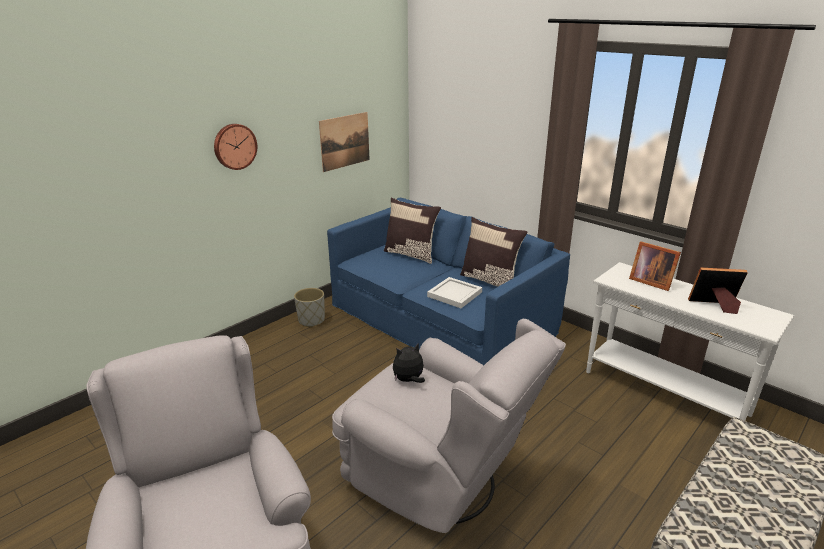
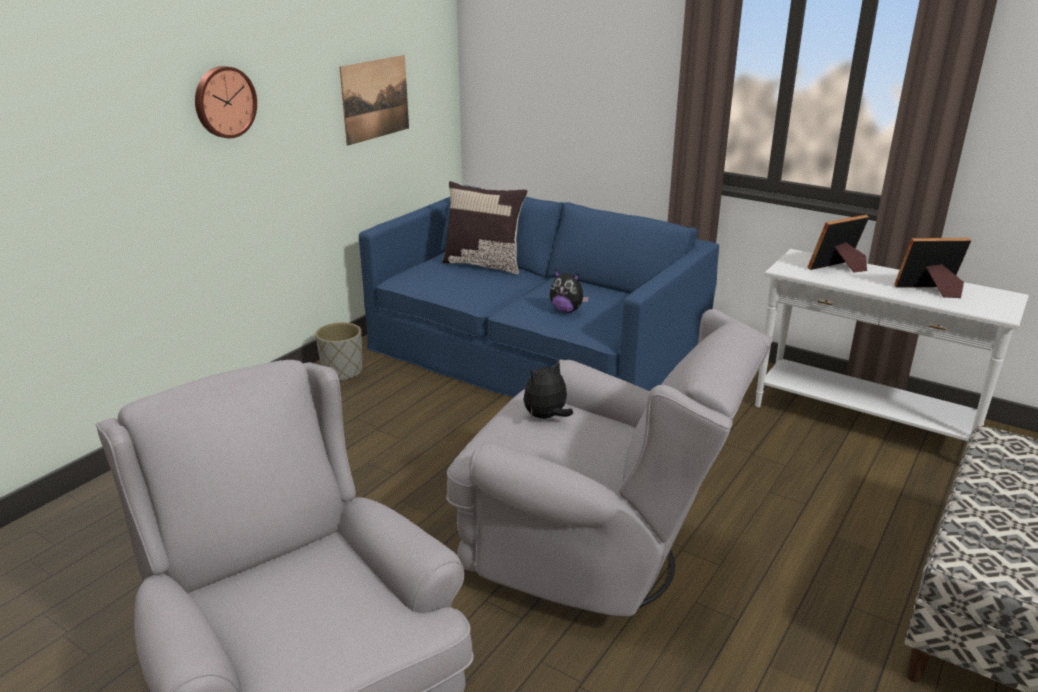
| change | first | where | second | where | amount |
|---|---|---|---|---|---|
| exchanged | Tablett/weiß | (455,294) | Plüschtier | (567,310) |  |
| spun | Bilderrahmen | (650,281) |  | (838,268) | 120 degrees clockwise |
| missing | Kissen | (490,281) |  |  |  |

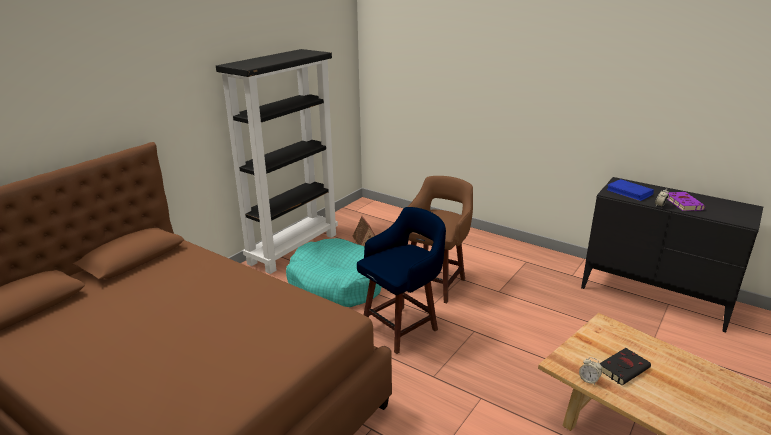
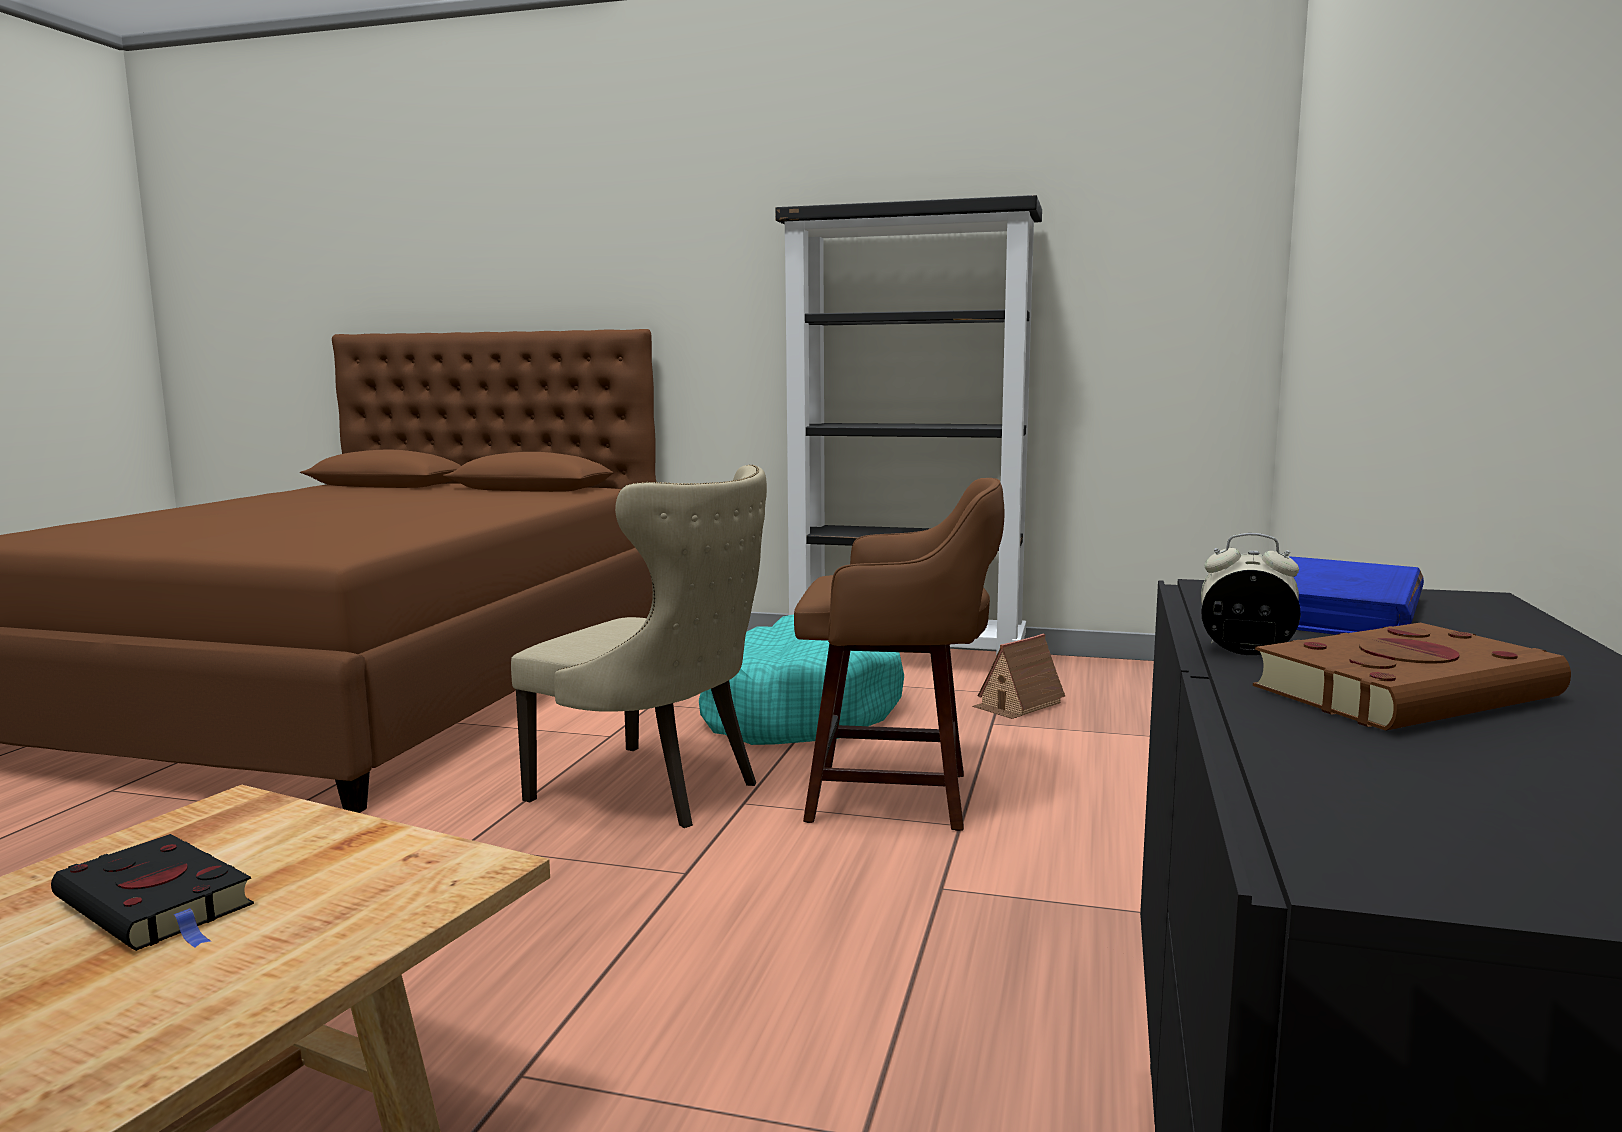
| change | first | where | second | where | amount |
|---|---|---|---|---|---|
| exchanged | Hocker/blau | (402,328) | Stuhl/beige | (656,789) |  |
| colour | Buch/lila | (682,203) | Buch/braun | (1410,692) |  |
| missing | Wecker | (588,380) |  |  |  |

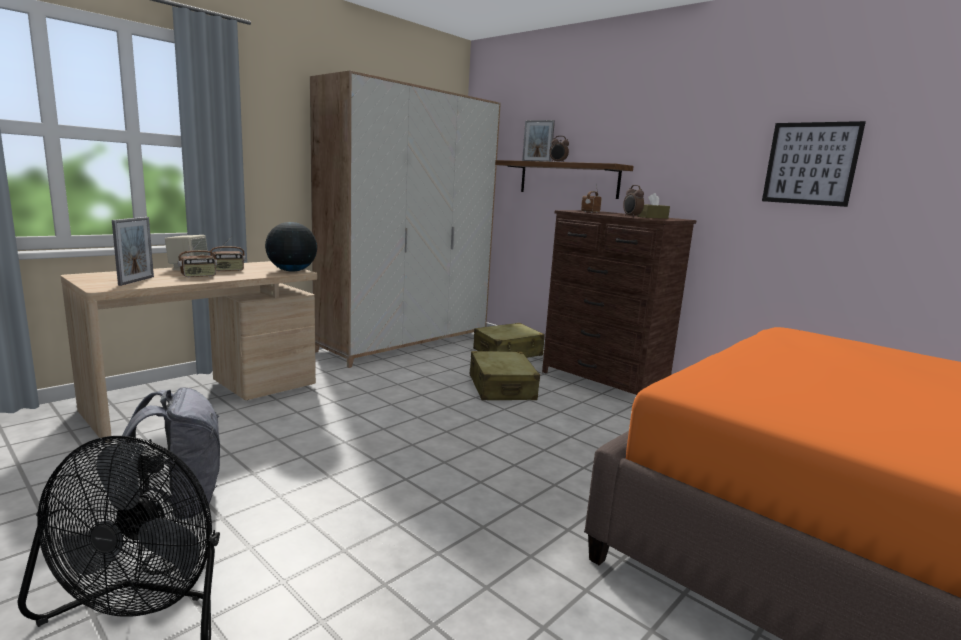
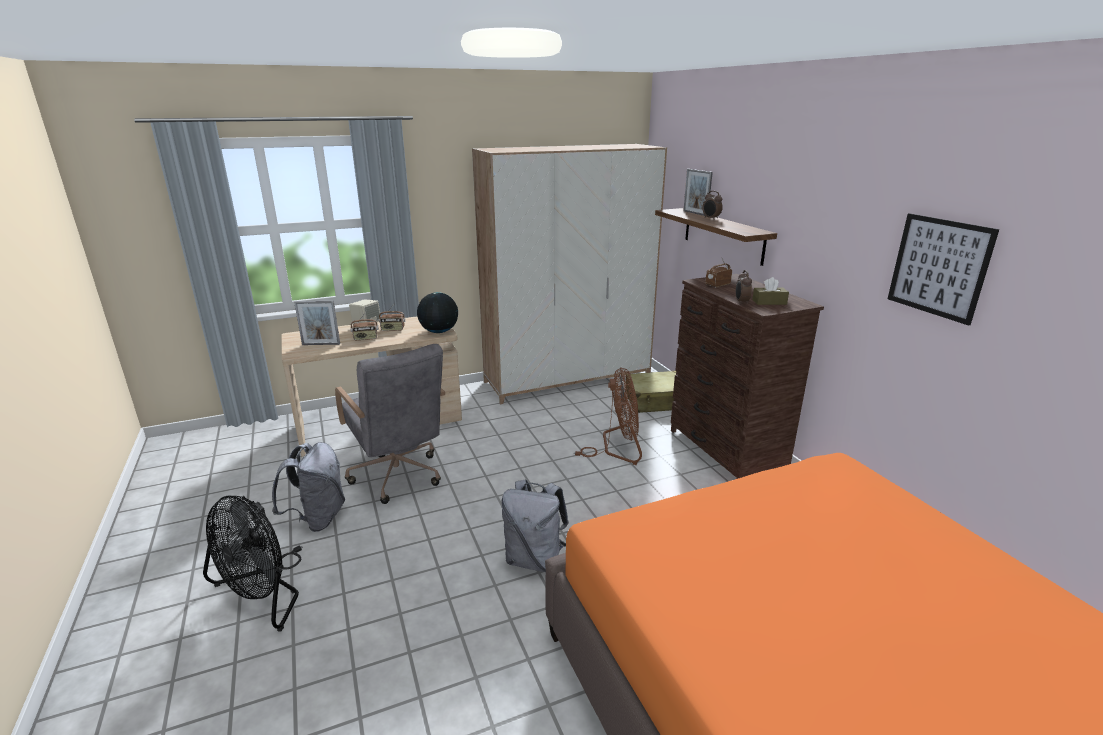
| change | first | where | second | where | amount |
|---|---|---|---|---|---|
| spun | Bilderrahmen | (136,281) |  | (321,344) | 60 degrees clockwise |
| appeared |  |  | Bürostuhl/grau | (399,479) |  |
| appeared |  |  | Rucksack/grau | (535,559) |  |
| exchanged | Koffer/beige | (502,388) | Ventilator/braun | (616,445) |  |

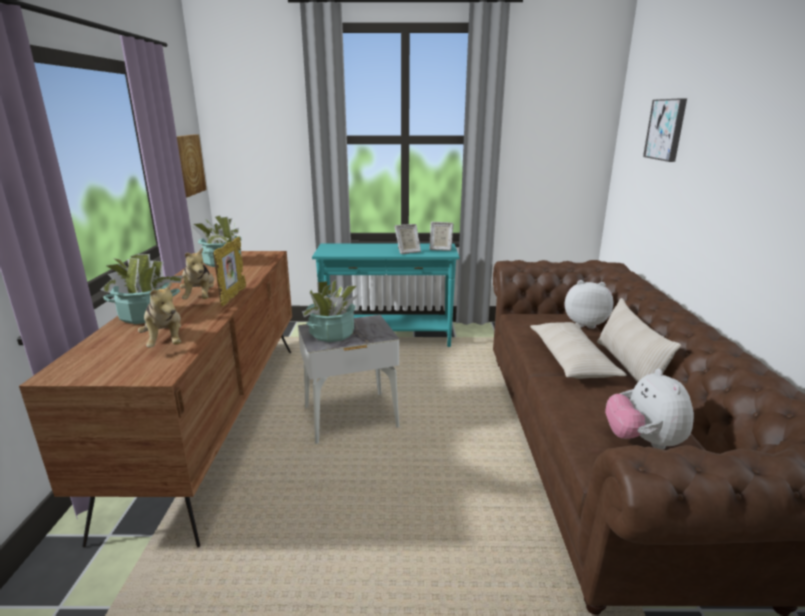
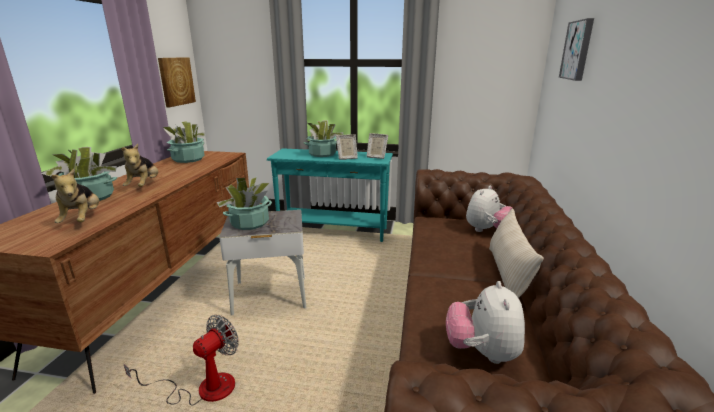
| change | first | where | second | where | amount |
|---|---|---|---|---|---|
| appeared |  |  | Ventilator | (203,388) |  |
| appeared |  |  | Topfpflanze | (322,154) |  |
| spun | Plüschtier | (585,324) |  | (486,230) | 105 degrees clockwise |
| missing | Bilderrahmen | (233,297) |  |  |  |
| missing | Kissen/beige | (571,360) |  |  |  |

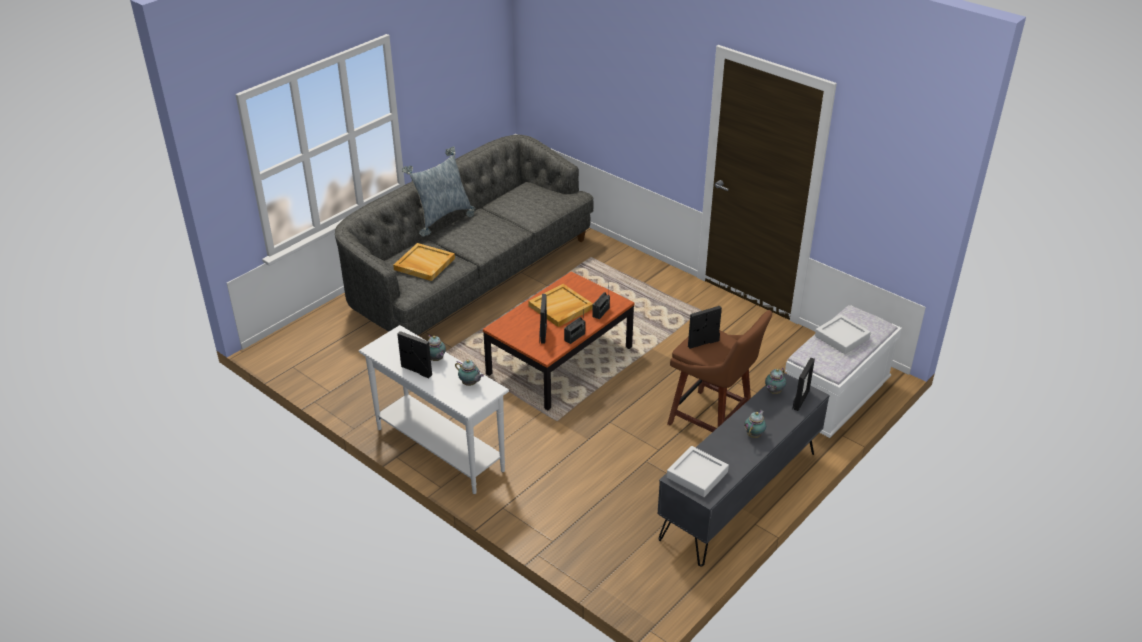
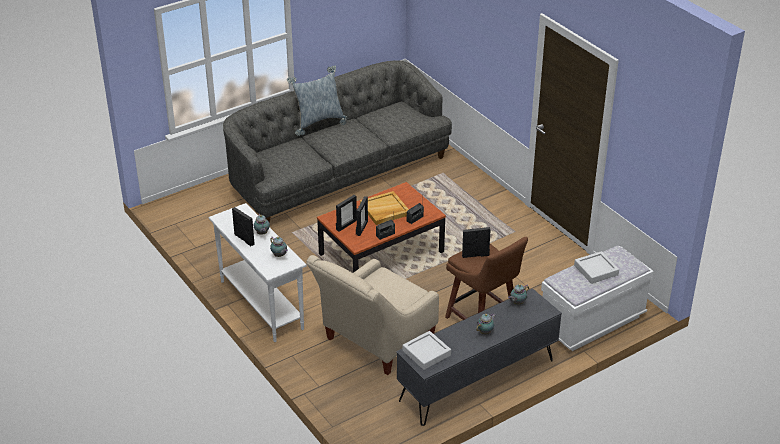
| change | first | where | second | where | amount |
|---|---|---|---|---|---|
| appeared |  |  | Sessel/beige | (374,342) |  |
| relocated | Bilderrahmen | (800,400) |  | (346,225) |  |
| missing | Tablett/beige | (424,264) |  |  |  |

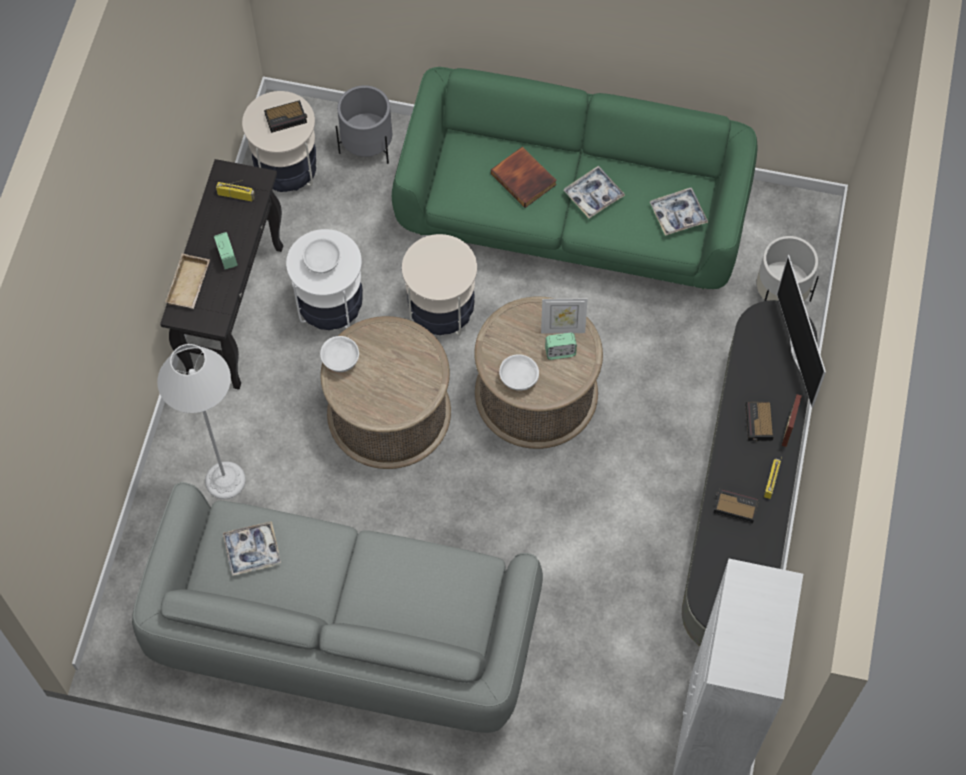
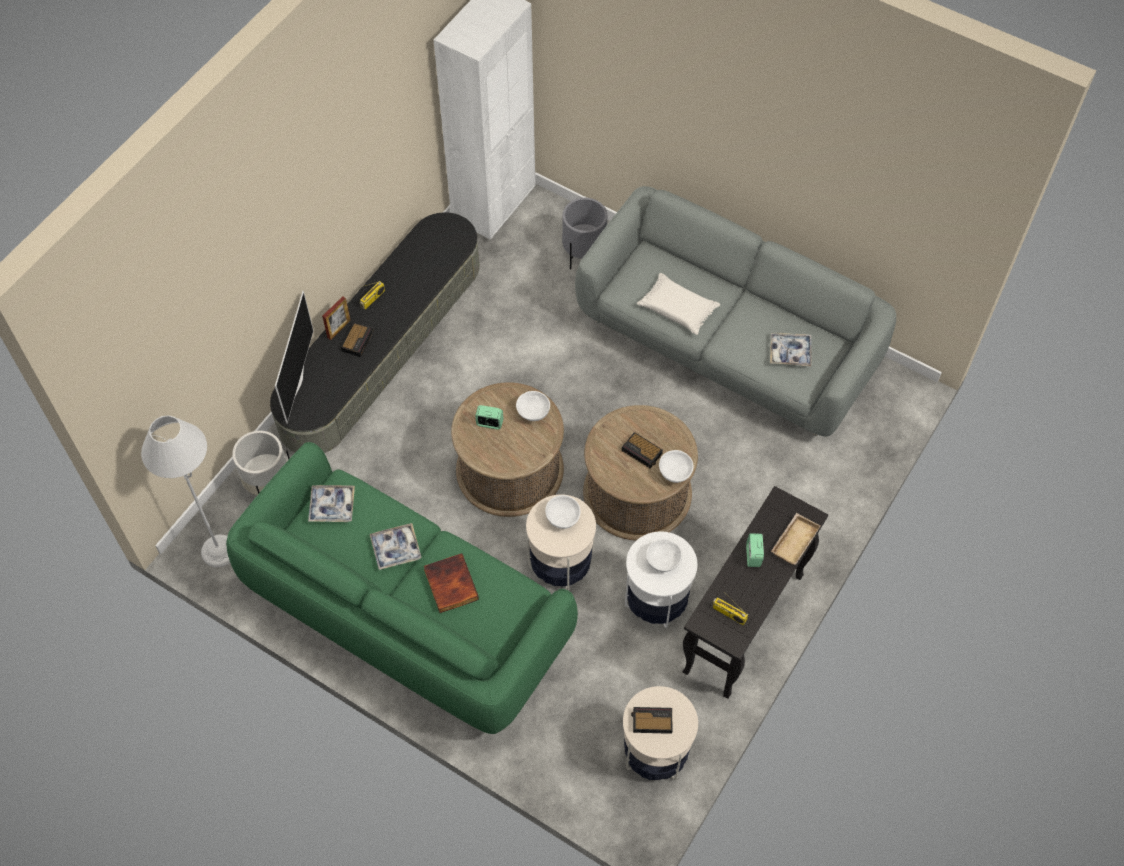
| change | first | where | second | where | amount |
|---|---|---|---|---|---|
| relocated | Stehlampe/grau | (225,480) |  | (219,551) |  |
| appeared |  |  | Schüssel/weiß | (563,518) |  |
| relocated | Pflanzkübel/grau | (367,146) |  | (584,252) |  |
| relocated | Wecker | (734,506) |  | (642,452) |  |
| appeared |  |  | Kissen/weiß | (677,307) |  |
| missing | Bilderrahmen | (562,329) |  |  |  |

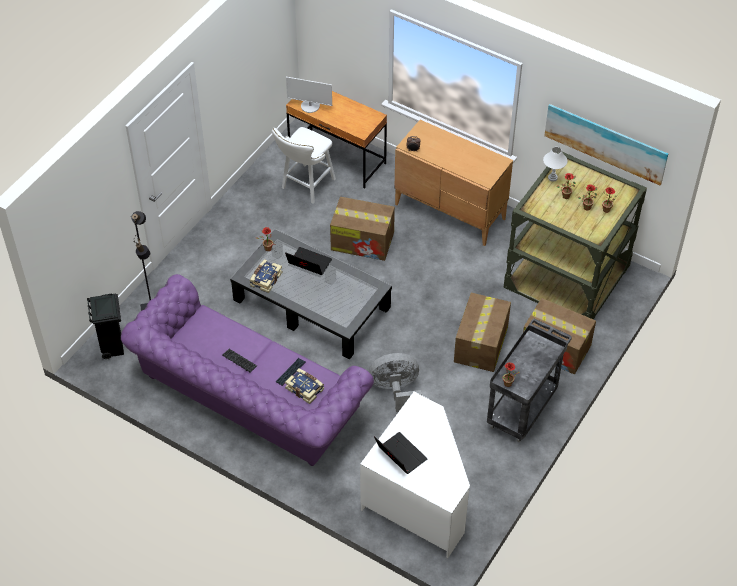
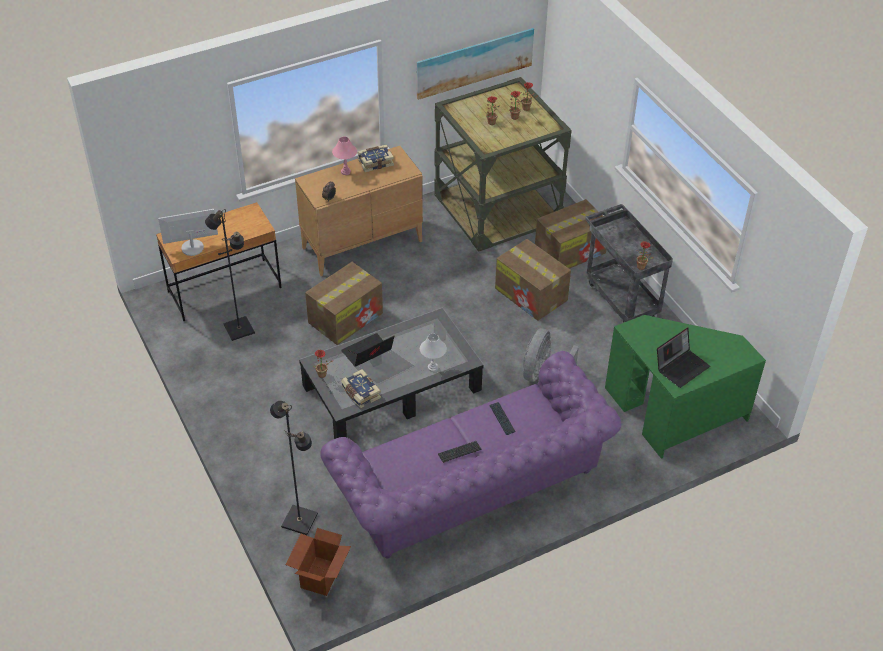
| change | first | where | second | where | amount |
|---|---|---|---|---|---|
| spun | Monitor | (310,106) |  | (192,247) | 150 degrees counterclockwise |
| exchanged | Hocker/weiß | (304,187) | Stehlampe/schwarz | (239,329) |  |
| exchanged | Mülleimer/schwarz | (112,347) | Karton | (320,576) |  |
| appeared |  |  | Tischlampe/rosa | (345,172) |  |
| relocated | Buch | (305,388) |  | (375,162) |  |
| relocated | Tischlampe/weiß | (552,178) |  | (432,367) |  |
| colour | Schreibtisch/weiß | (418,500) | Schreibtisch/grün | (674,412) |  |
| spun | Laptop | (399,455) |  | (681,367) | 150 degrees clockwise |

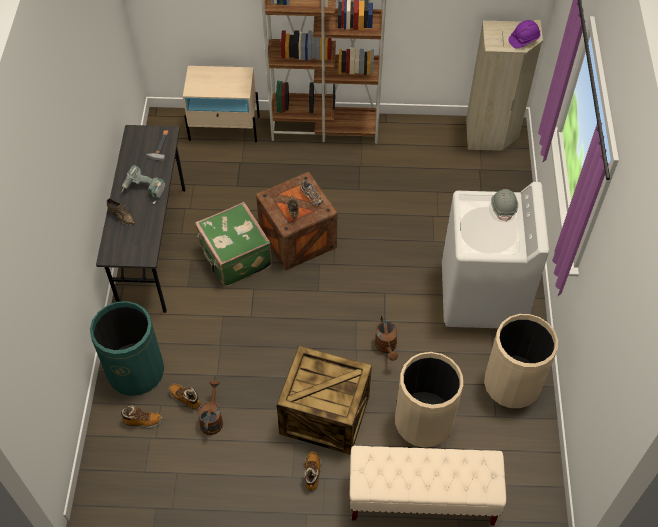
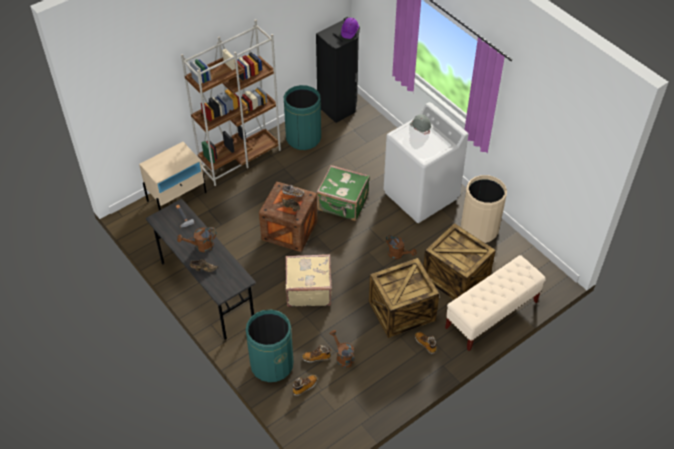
| change | first | where | second | where | amount |
|---|---|---|---|---|---|
| exchanged | Bohrmaschine | (144,190) | Gießkanne/braun | (201,246) |  |
| appeared |  |  | Mülleimer/grün | (303,138) |  |
| appeared |  |  | Koffer/beige | (308,289) |  |
| colour | Schrank/beige | (492,133) | Schrank/schwarz | (340,106) |  |
| relocated | Koffer/grün | (235,258) |  | (343,204) |  |
| exchanged | Mülleimer/beige | (423,421) | Kiste | (455,278) |  |

